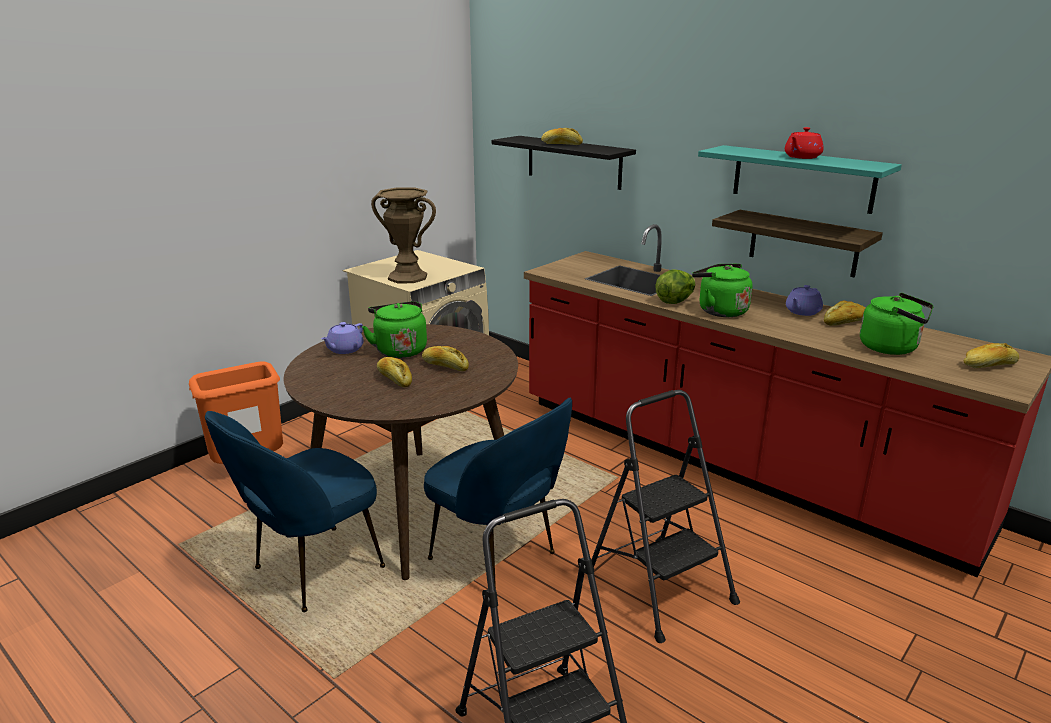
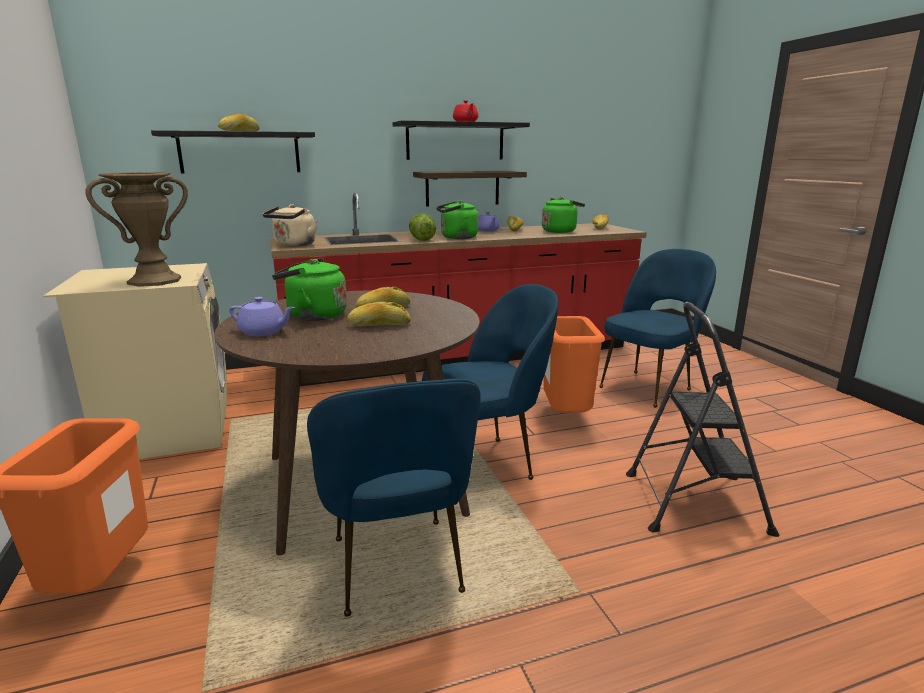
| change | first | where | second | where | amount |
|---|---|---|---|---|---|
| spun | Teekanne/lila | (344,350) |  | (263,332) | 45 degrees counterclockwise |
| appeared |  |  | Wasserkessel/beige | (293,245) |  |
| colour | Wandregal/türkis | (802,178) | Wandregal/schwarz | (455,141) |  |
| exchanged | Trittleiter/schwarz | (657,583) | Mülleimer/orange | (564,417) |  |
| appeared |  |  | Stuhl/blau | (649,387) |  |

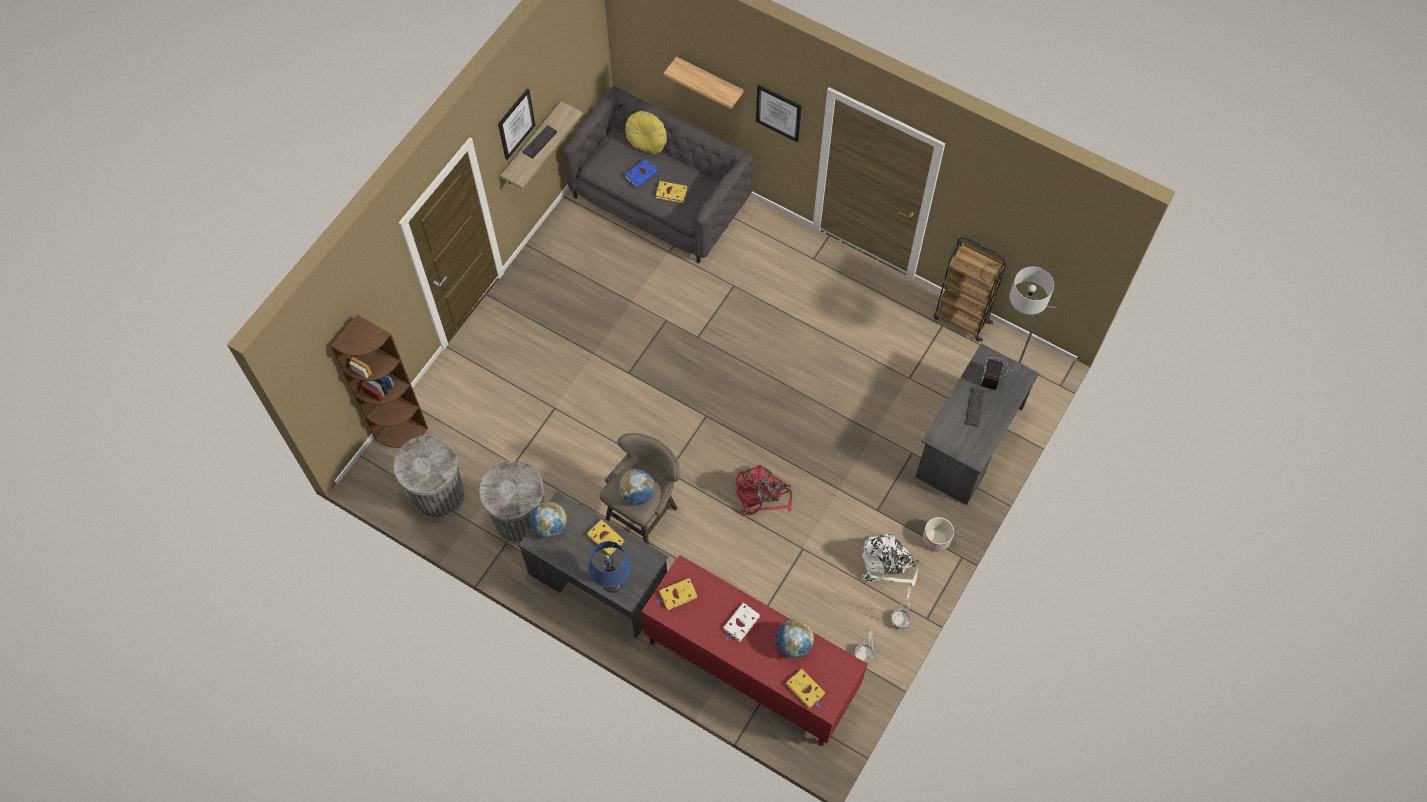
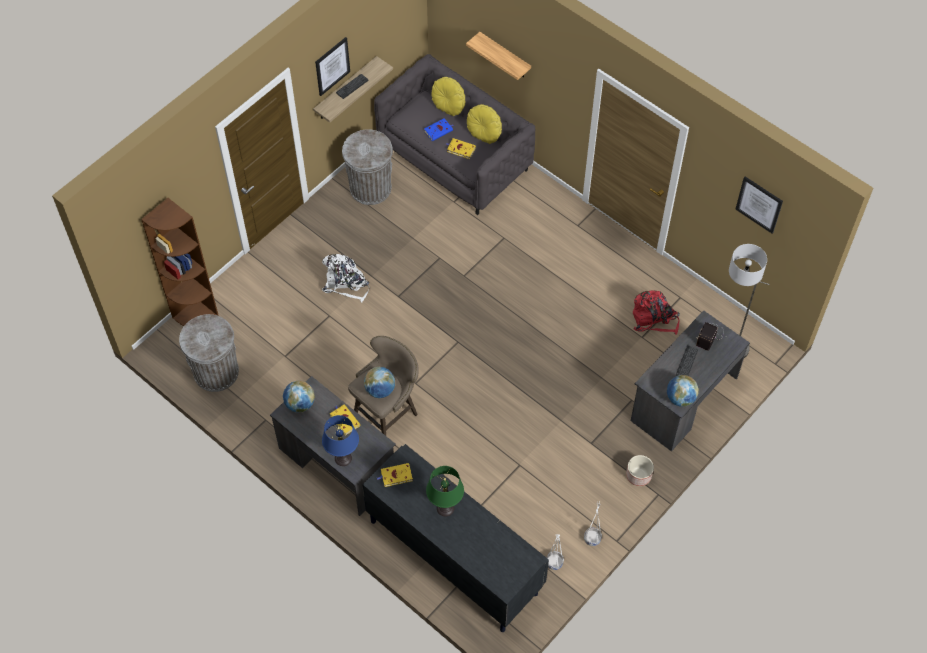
| change | first | where | second | where | amount |
|---|---|---|---|---|---|
| relocated | Rucksack/weiß | (887,563) |  | (346,283) |  |
| relocated | Mülleimer/grau | (520,519) |  | (370,188) |  |
| colour | Schrank/rot | (751,665) | Schrank/schwarz | (454,555) |  |
| exchanged | Buch/weiß | (740,624) | Tischlampe/grün | (445,508) |  |
| appeared |  |  | Kissen/gelb | (484,135) |  |
| relocated | Rucksack/rot | (761,494) |  | (653,318) |  |
| relocated | Globus | (793,644) |  | (680,398) |  |
| relocated | Bild | (778,112) |  | (759,204) |  |
| missing | Buch/gelb | (806,690) |  |  |  |
| missing | Rollwagen/braun | (961,320) |  |  |  |

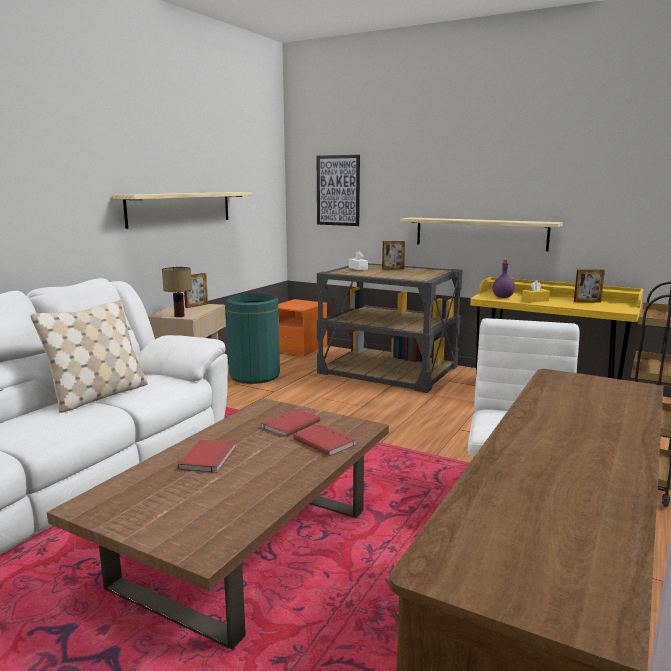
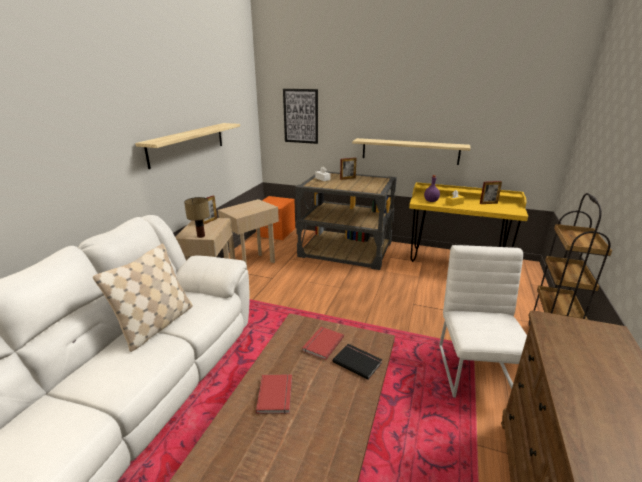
| change | first | where | second | where | amount |
|---|---|---|---|---|---|
| exchanged | Mülleimer/grün | (254,376) | Beistelltisch/beige | (252,263) |  |
| colour | Buch/rot | (326,441) | Buch/schwarz | (357,361) |  |

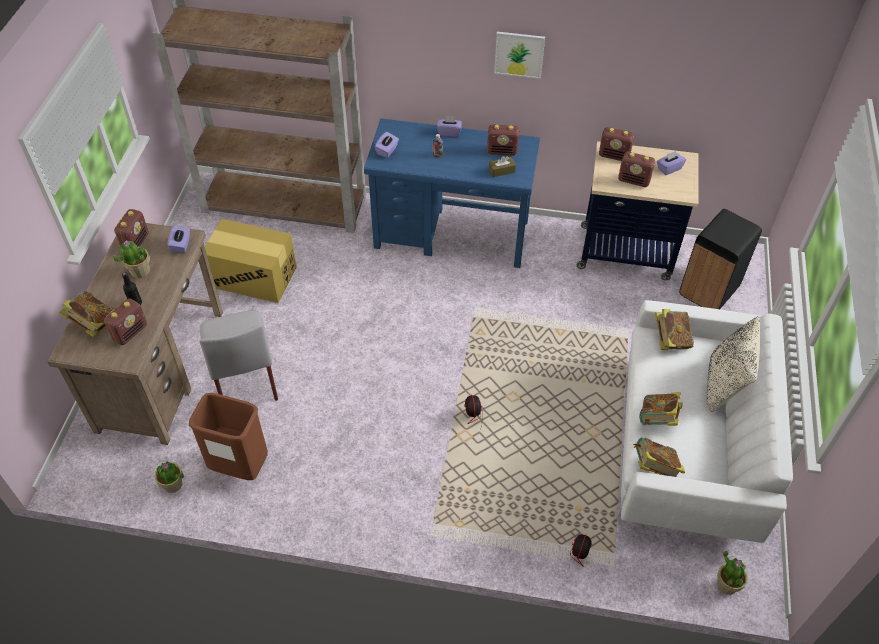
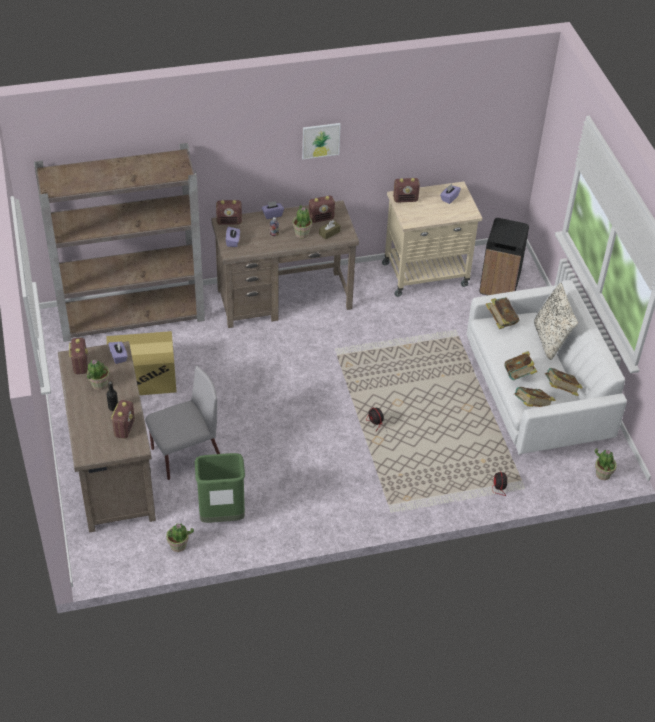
| change | first | where | second | where | amount |
|---|---|---|---|---|---|
| spun | Stuhl/grau | (244,378) |  | (185,455) | 75 degrees counterclockwise |
| colour | Mülleimer/braun | (239,466) | Mülleimer/grün | (221,516) |  |
| colour | Schreibtisch/blau | (452,233) | Schreibtisch/braun | (284,298) |  |
| relocated | Radio | (634,181) |  | (229,221) |  |
| appeared |  |  | Topfpflanze | (302,233) |  |
| colour | Rollwagen/blau | (626,252) | Rollwagen/beige | (425,274) |  |
| relocated | Buch | (93,323) |  | (560,390) |  |

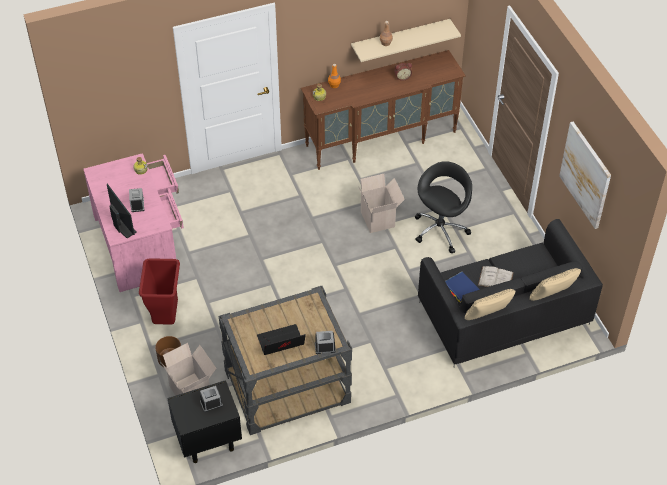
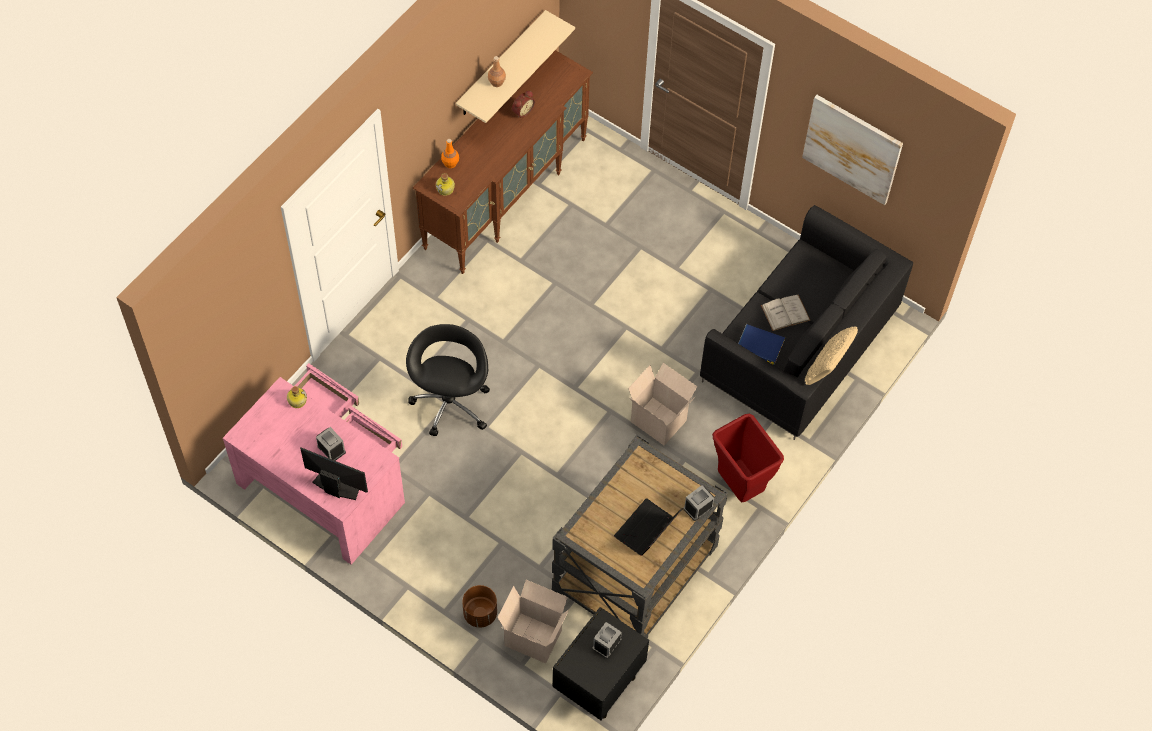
| change | first | where | second | where | amount |
|---|---|---|---|---|---|
| relocated | Bürostuhl/schwarz | (441,230) |  | (451,404) |  |
| relocated | Karton | (379,219) |  | (660,420) |  |
| relocated | Mülleimer/rot | (165,317) |  | (738,486) |  |
| missing | Kissen/beige | (551,297) |  |  |  |

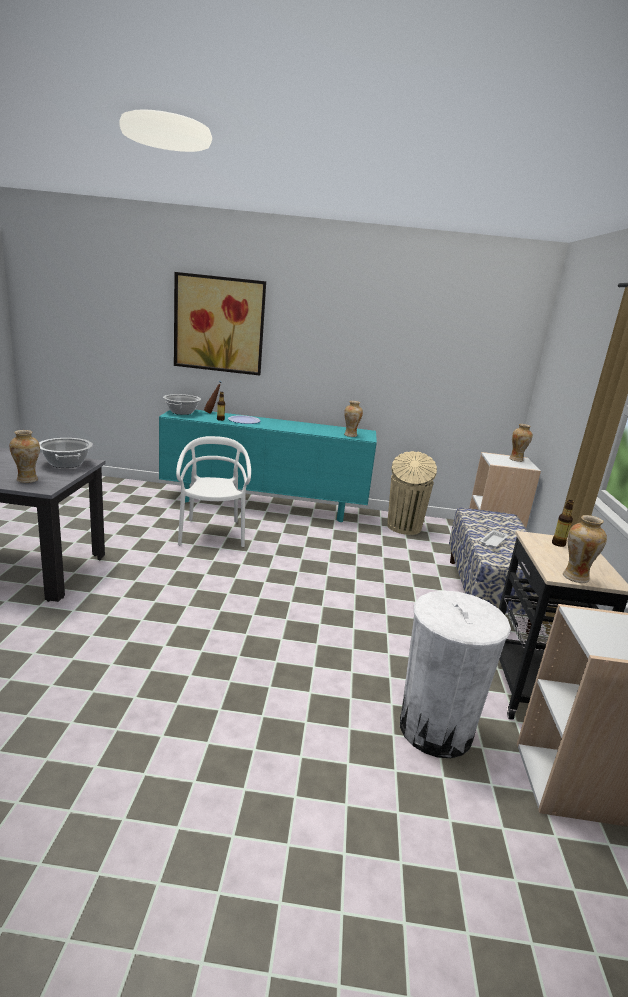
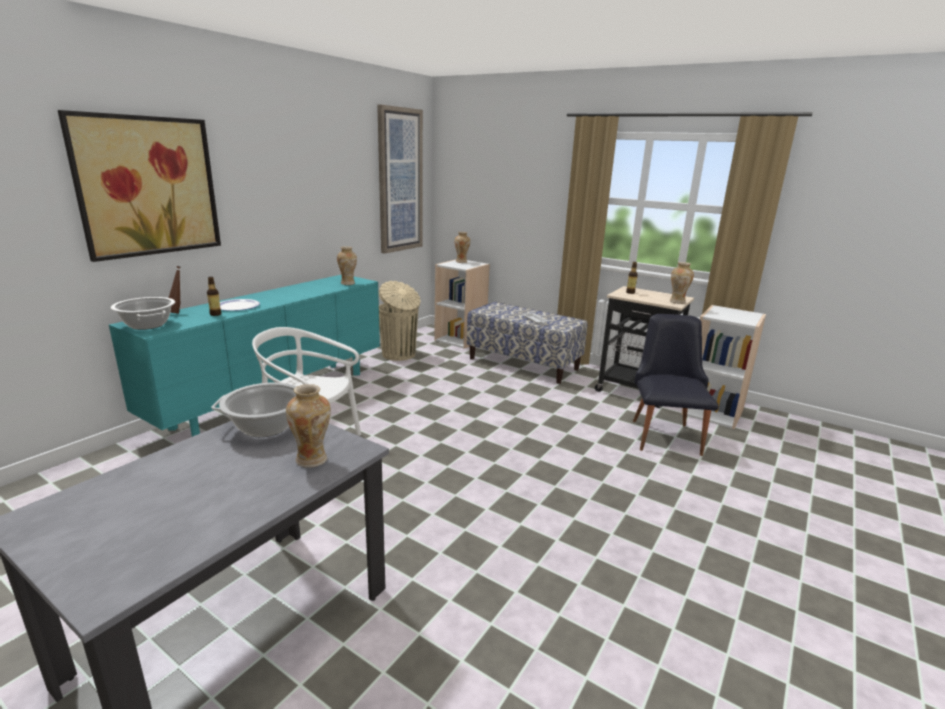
| change | first | where | second | where | amount |
|---|---|---|---|---|---|
| appeared |  |  | Bild | (400,181) |  |
| exchanged | Mülleimer/weiß | (436,729) | Stuhl/schwarz | (664,433) |  |

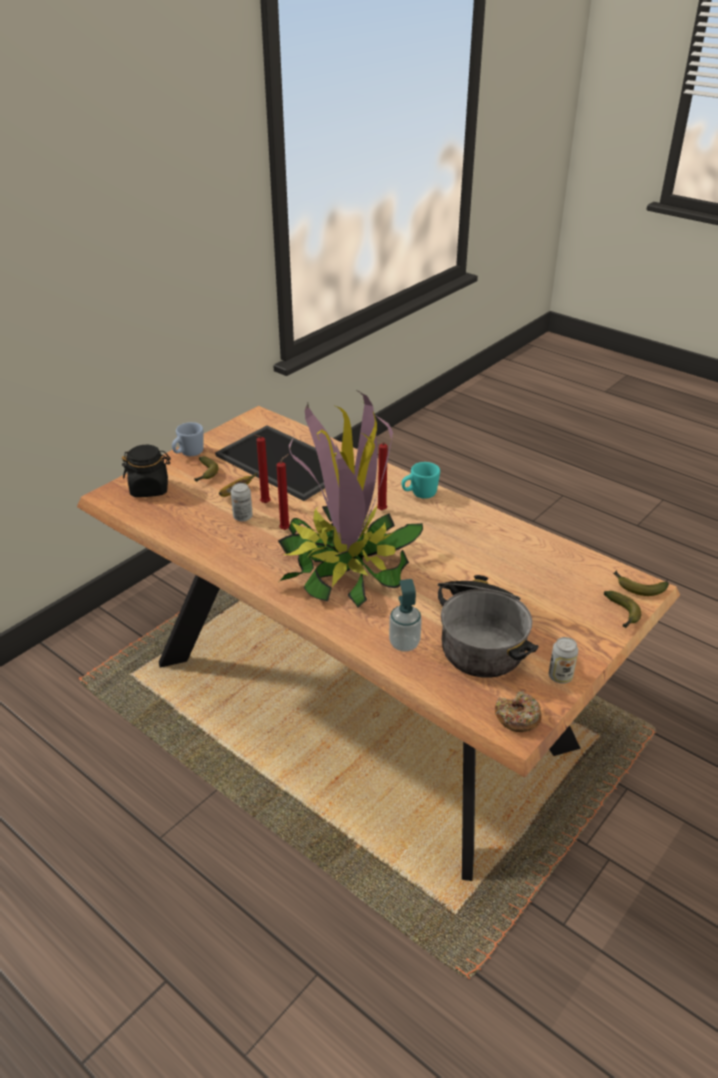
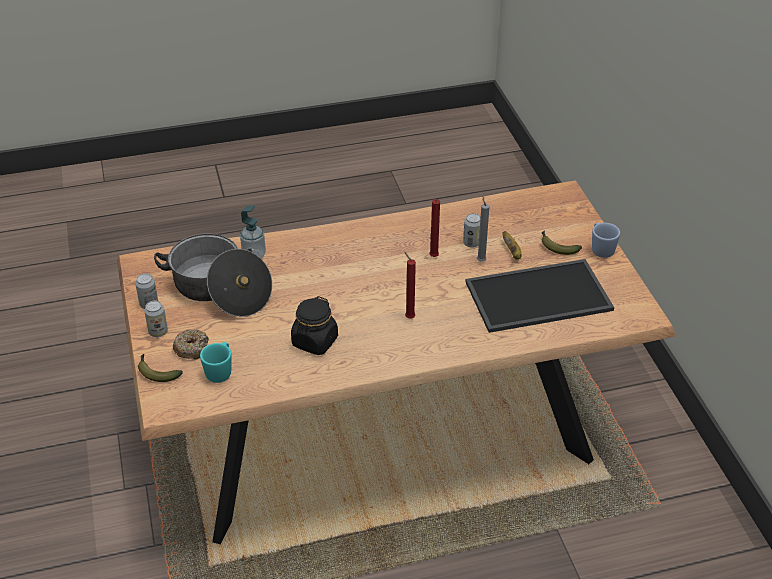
| change | first | where | second | where | amount |
|---|---|---|---|---|---|
| appeared |  |  | Dose | (158,332) |  |
| relocated | Donut | (517,717) |  | (191,348) |  |
| relocated | Henkelbecher/türkis | (419,494) |  | (220,371) |  |
| relocated | Vorratsglas/schwarz | (150,488) |  | (314,341) |  |
| colour | Kerze/rot | (264,504) | Kerze/grau | (480,260) |  |
| missing | Topfpflanze | (345,567) |  |  |  |
| missing | Banane | (637,587) |  |  |  |

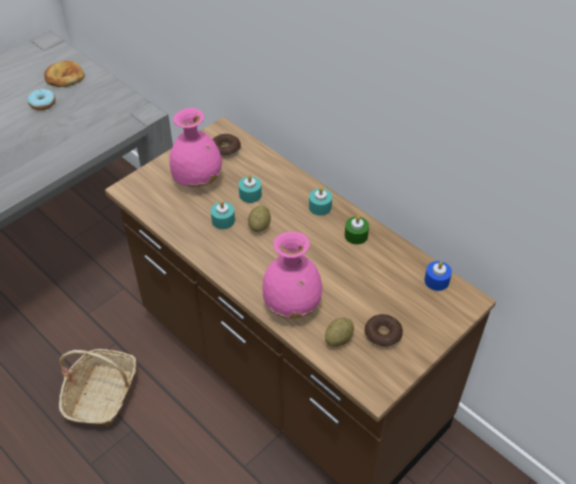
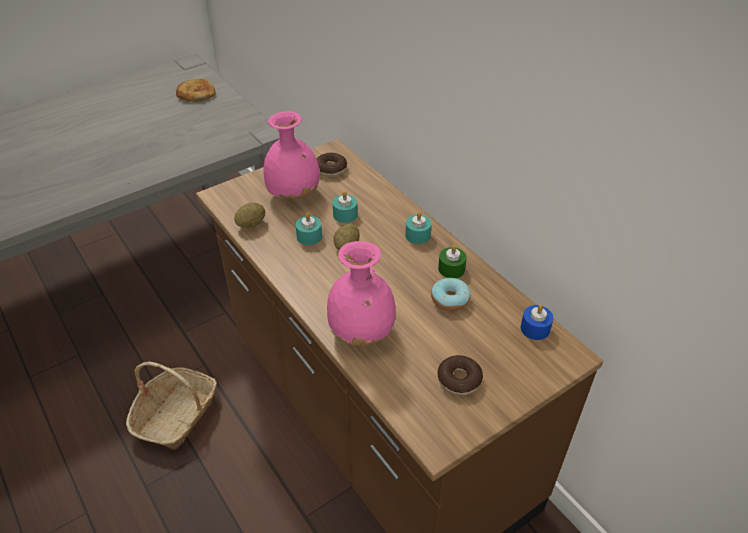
| change | first | where | second | where | amount |
|---|---|---|---|---|---|
| relocated | Kartoffel | (338,339) |  | (251,224) |  |
| relocated | Donut | (43,104) |  | (450,299) |  |

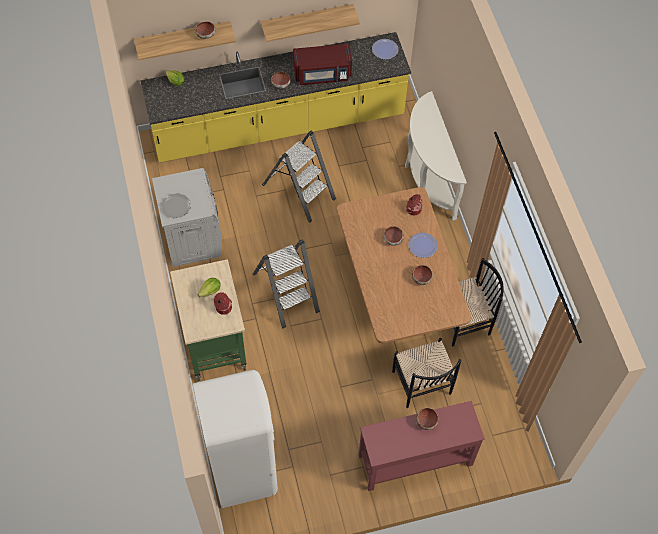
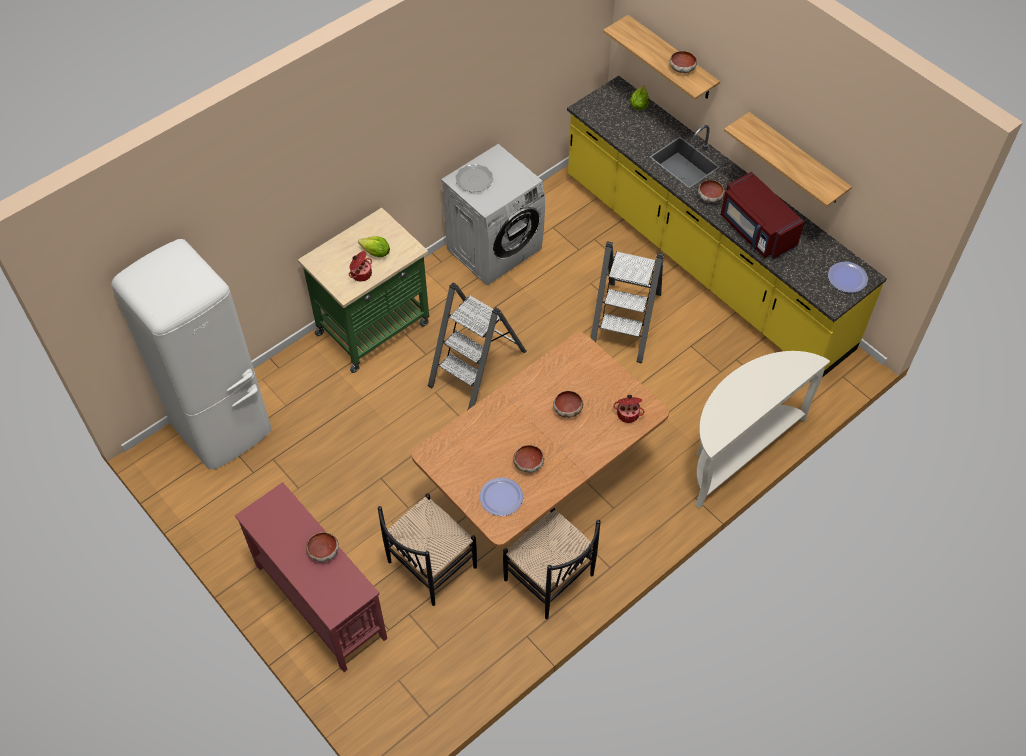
| change | first | where | second | where | amount |
|---|---|---|---|---|---|
| relocated | Teller | (422,245) |  | (501,497) |  |

